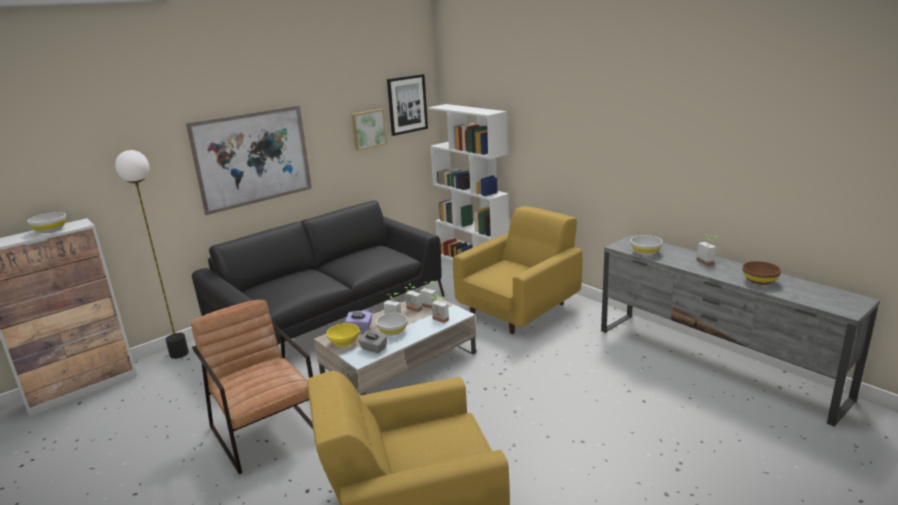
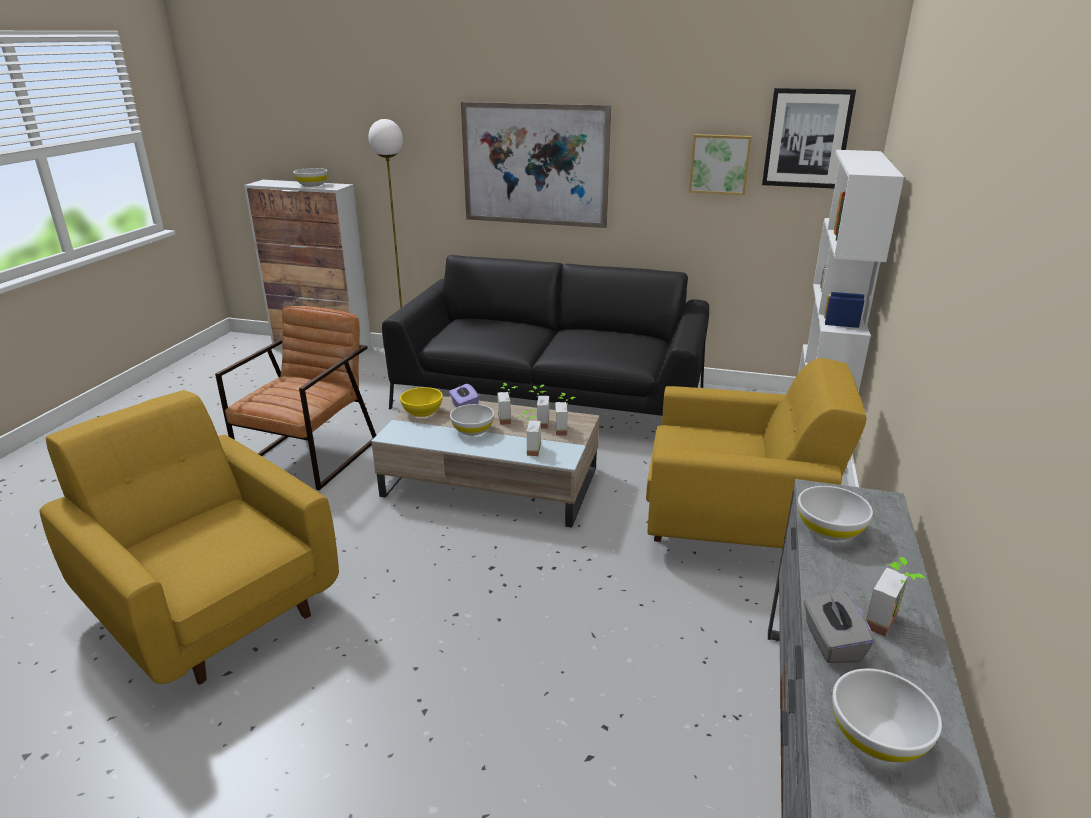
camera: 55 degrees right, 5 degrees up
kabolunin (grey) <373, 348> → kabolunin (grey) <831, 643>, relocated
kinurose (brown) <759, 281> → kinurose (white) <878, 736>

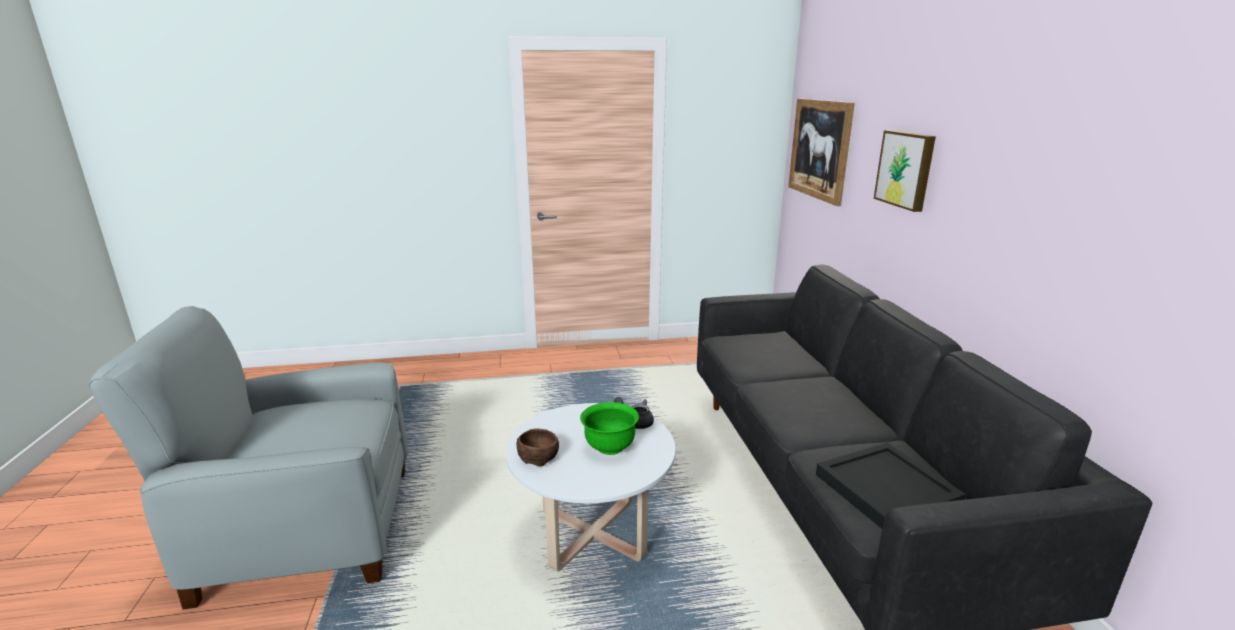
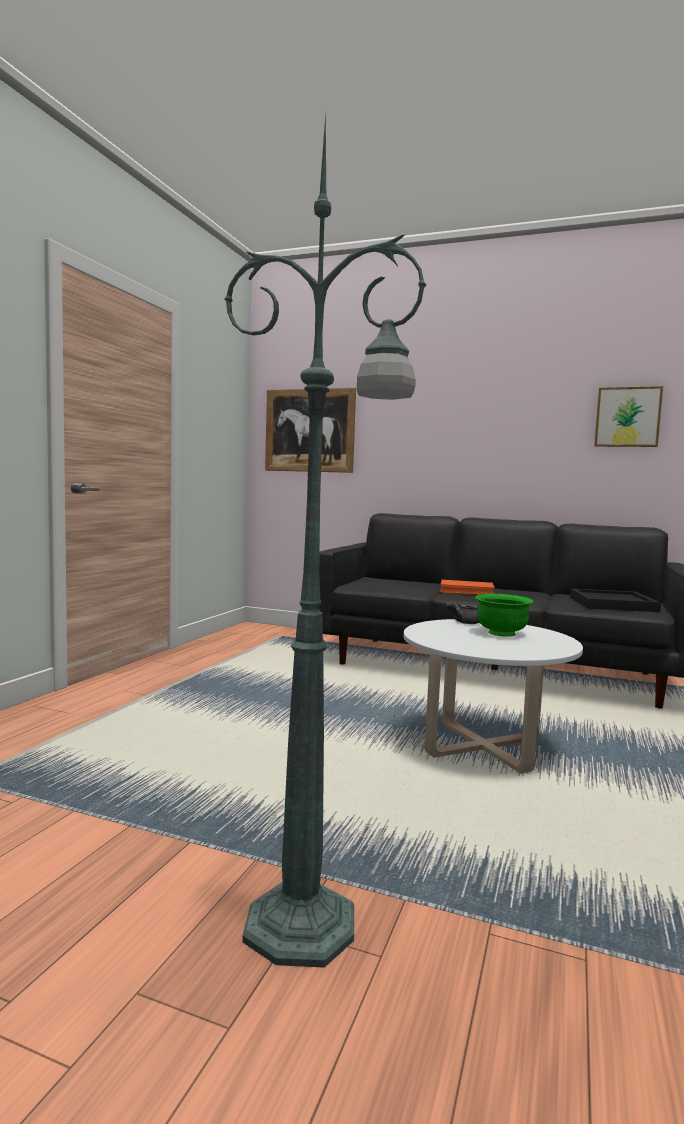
camera: 60 degrees left, 15 degrees down
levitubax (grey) <305, 530> → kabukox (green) <306, 927>
- → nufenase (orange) <467, 591>
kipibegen <906, 169> → kipibegen <627, 417>, relocated
kinurose (brown) <538, 457> → -

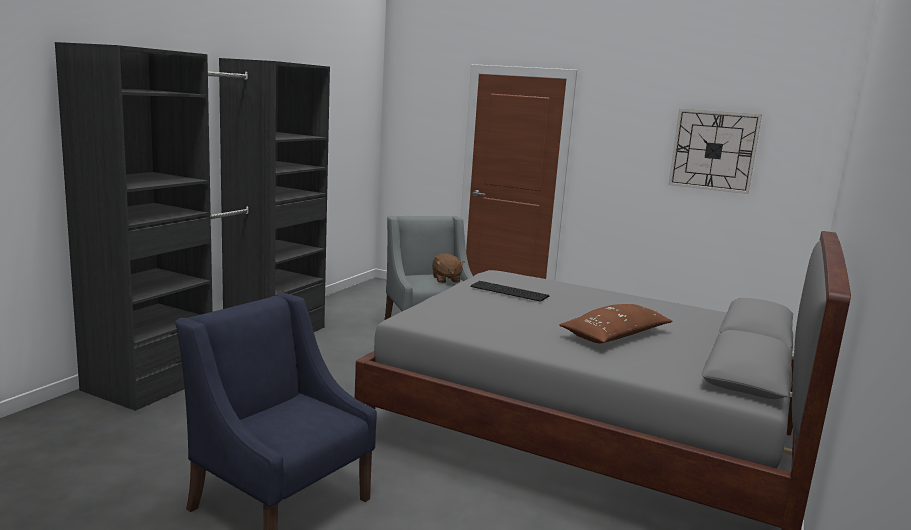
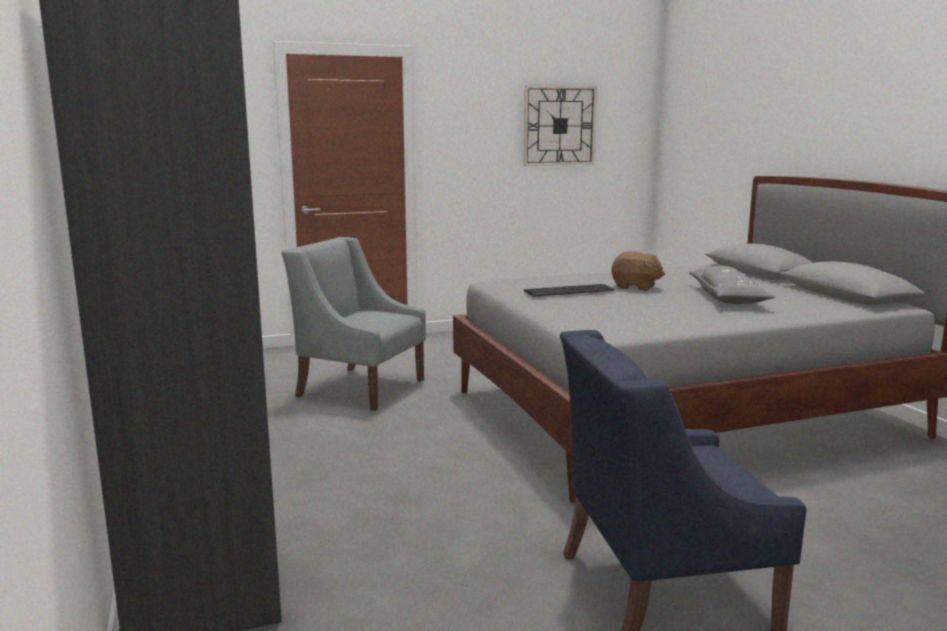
camera: 45 degrees left, 0 degrees up
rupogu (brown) <446, 279> → rupogu (brown) <635, 287>, relocated
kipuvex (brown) <615, 336> → kipuvex (grey) <728, 297>

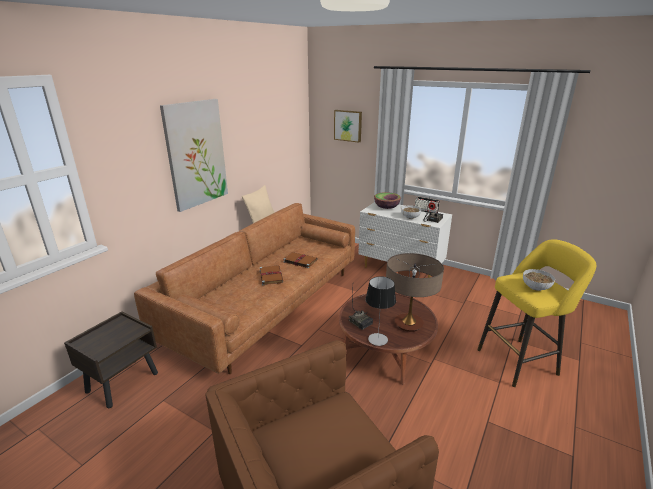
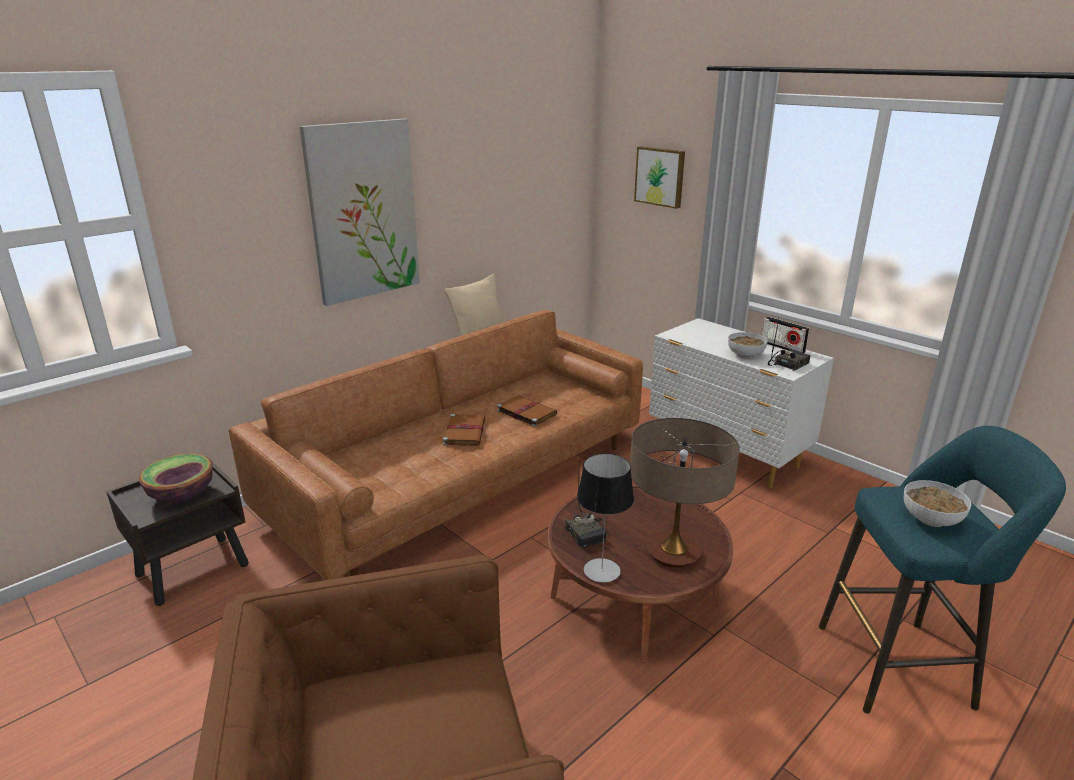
camera: 15 degrees right, 0 degrees up
kinurose <386, 207> → kinurose <182, 495>, relocated
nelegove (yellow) <520, 361> → nelegove (turquoise) <902, 665>

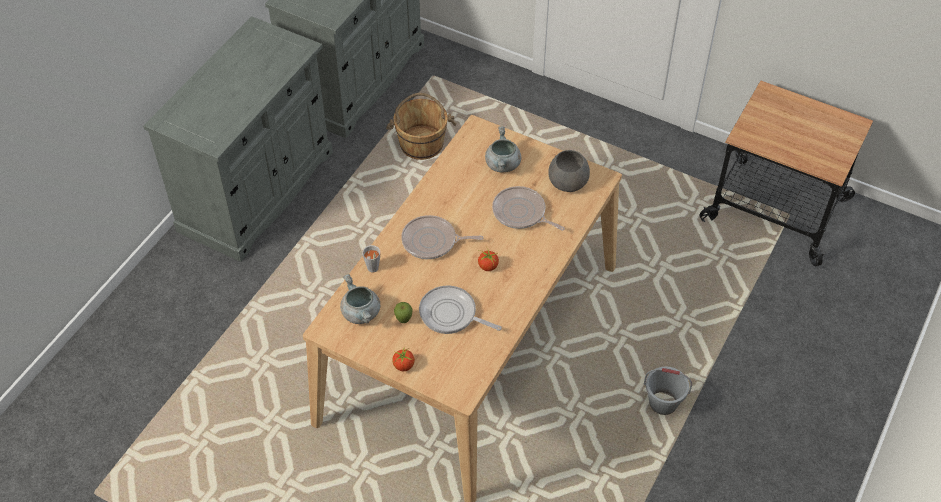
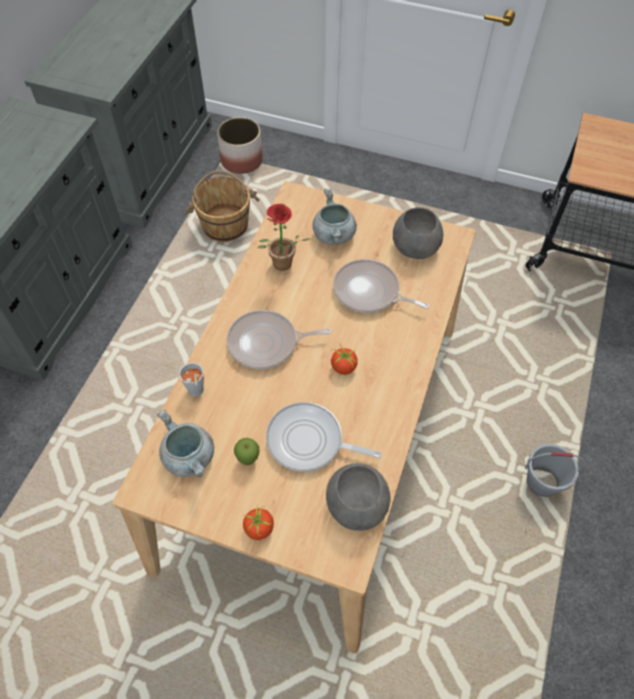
camera: 10 degrees left, 5 degrees up
- → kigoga <241, 161>
- → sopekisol <281, 267>
- → kinurose (grey) <357, 506>

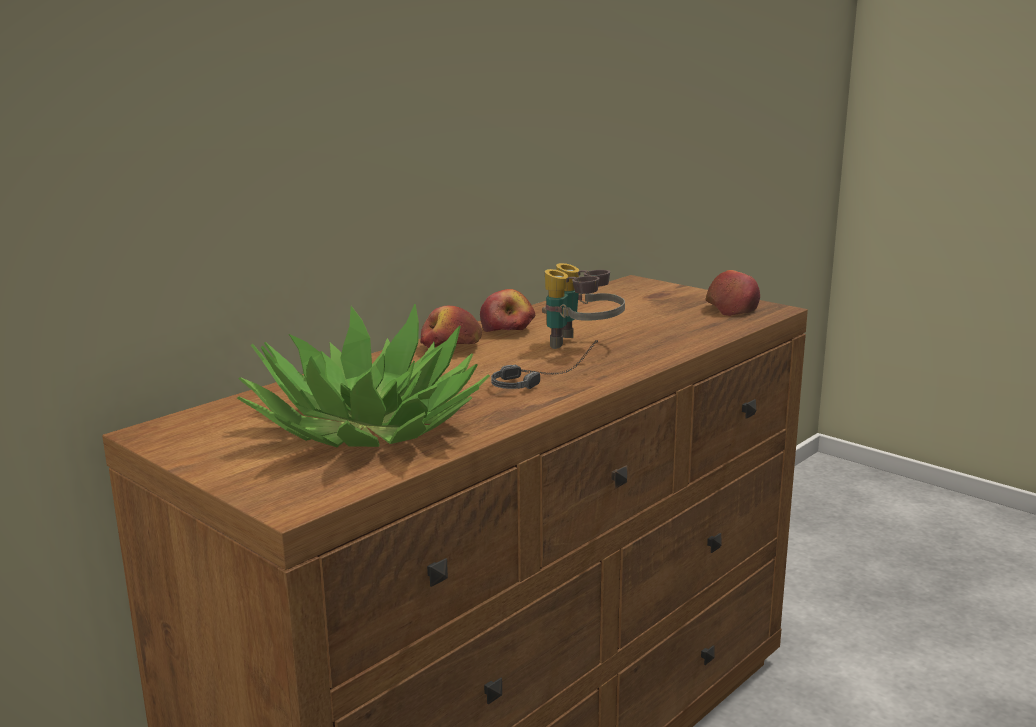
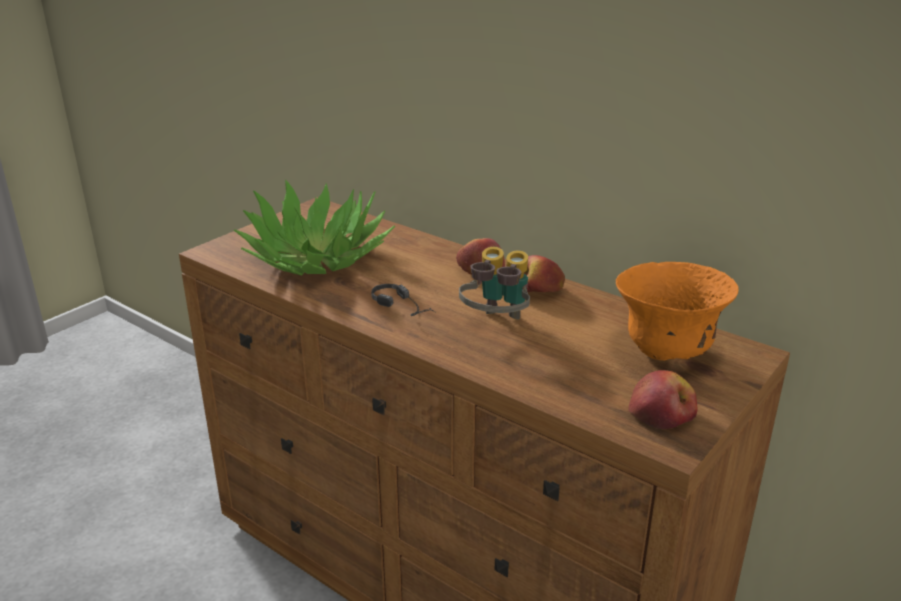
camera: 85 degrees right, 10 degrees up
- → kinurose (orange) <666, 351>

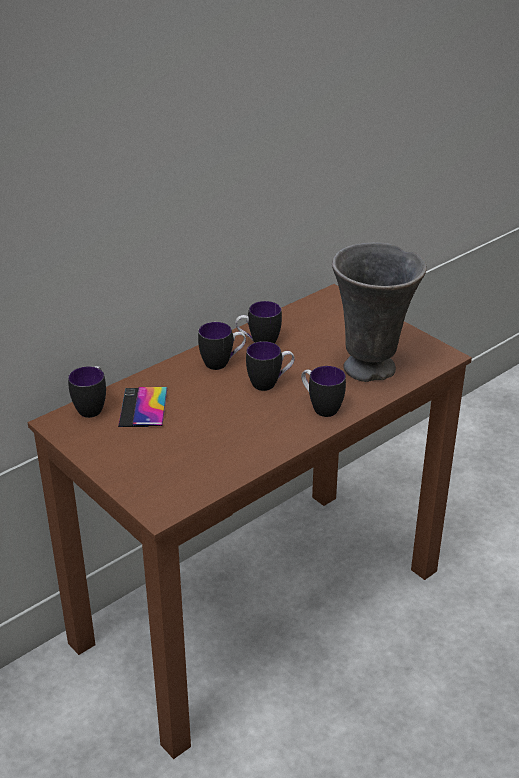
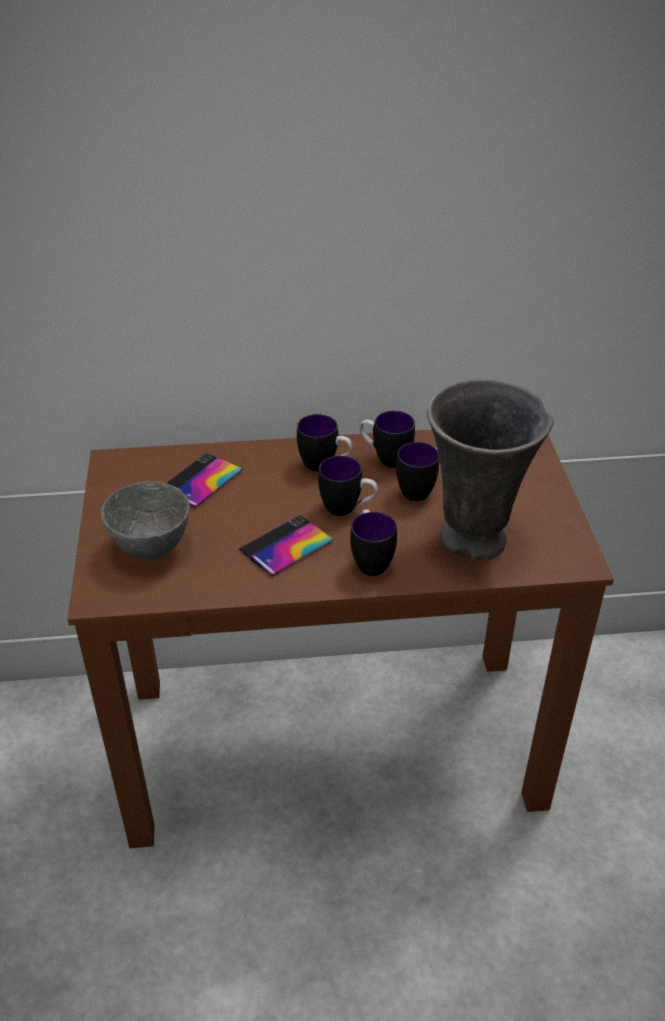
camera: 35 degrees right, 5 degrees up
- → kinurose (grey) <150, 548>
- → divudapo <286, 545>
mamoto <92, 407> → mamoto <421, 490>, relocated

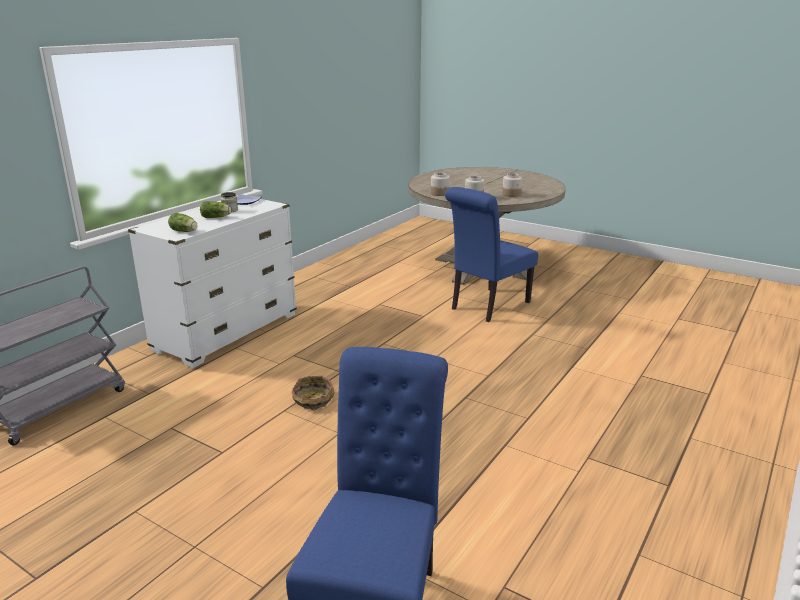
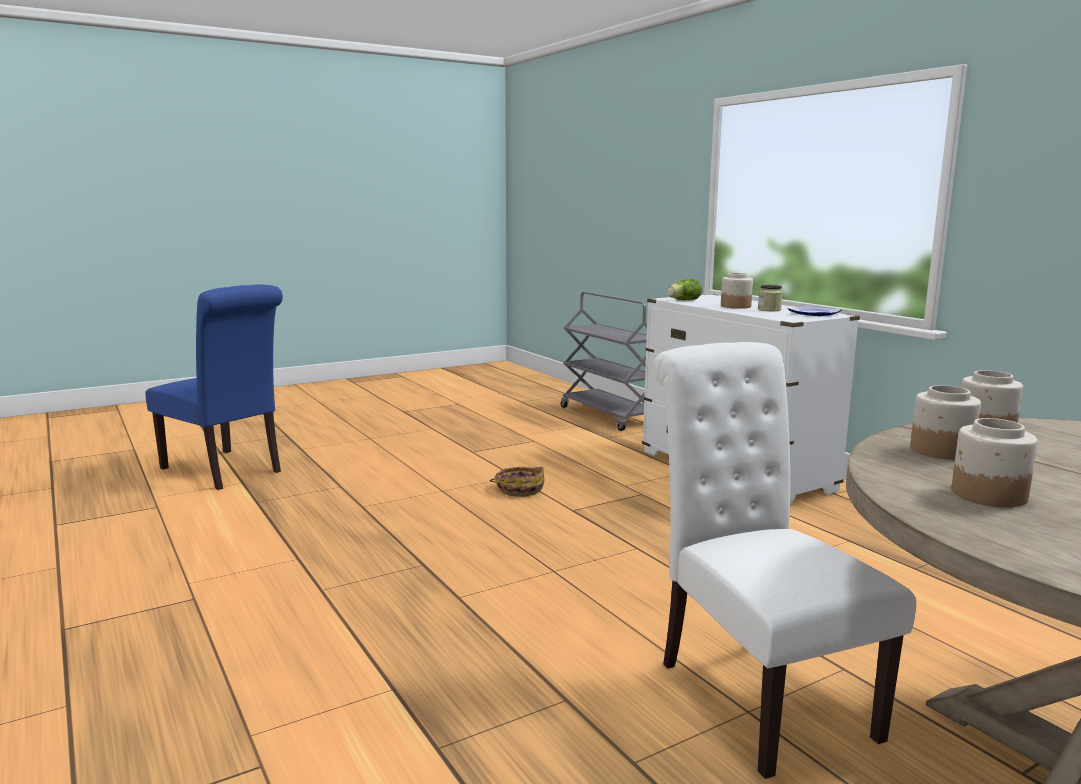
camera: 115 degrees right, 10 degrees down
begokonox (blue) <487, 306> → begokonox (white) <754, 692>
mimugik <216, 217> → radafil <736, 306>

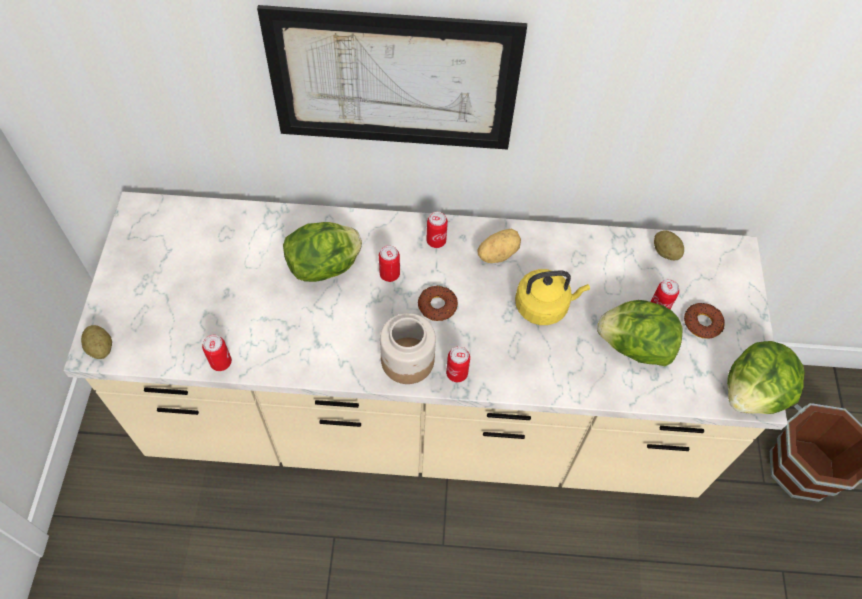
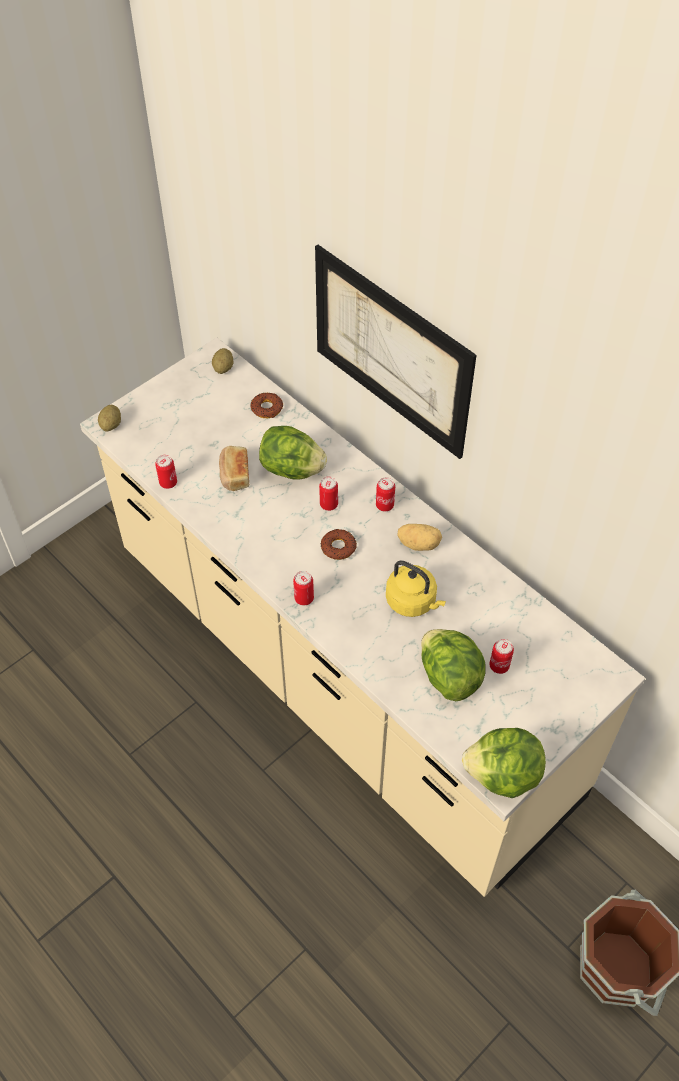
camera: 45 degrees right, 5 degrees down
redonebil <665, 252> → redonebil <223, 368>, relocated
- → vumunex <234, 475>
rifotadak <702, 323> → rifotadak <267, 408>, relocated
radafil <407, 361> → -

